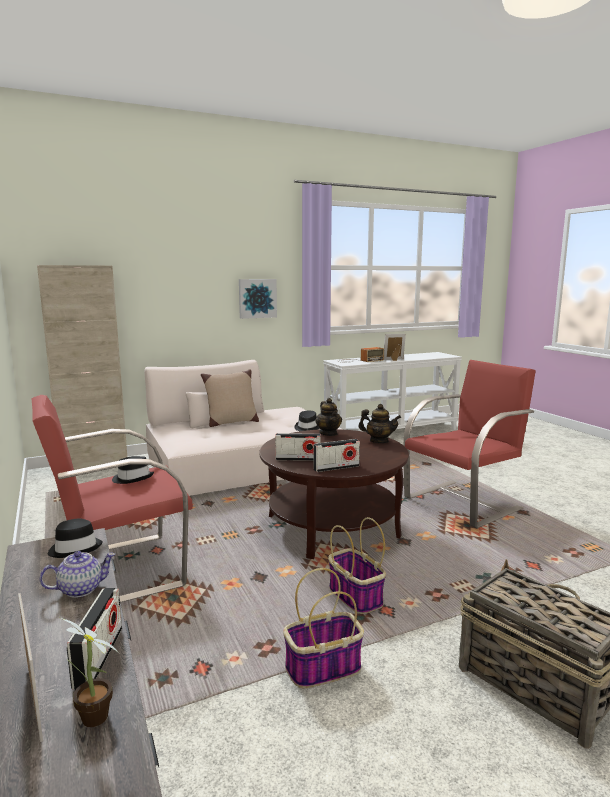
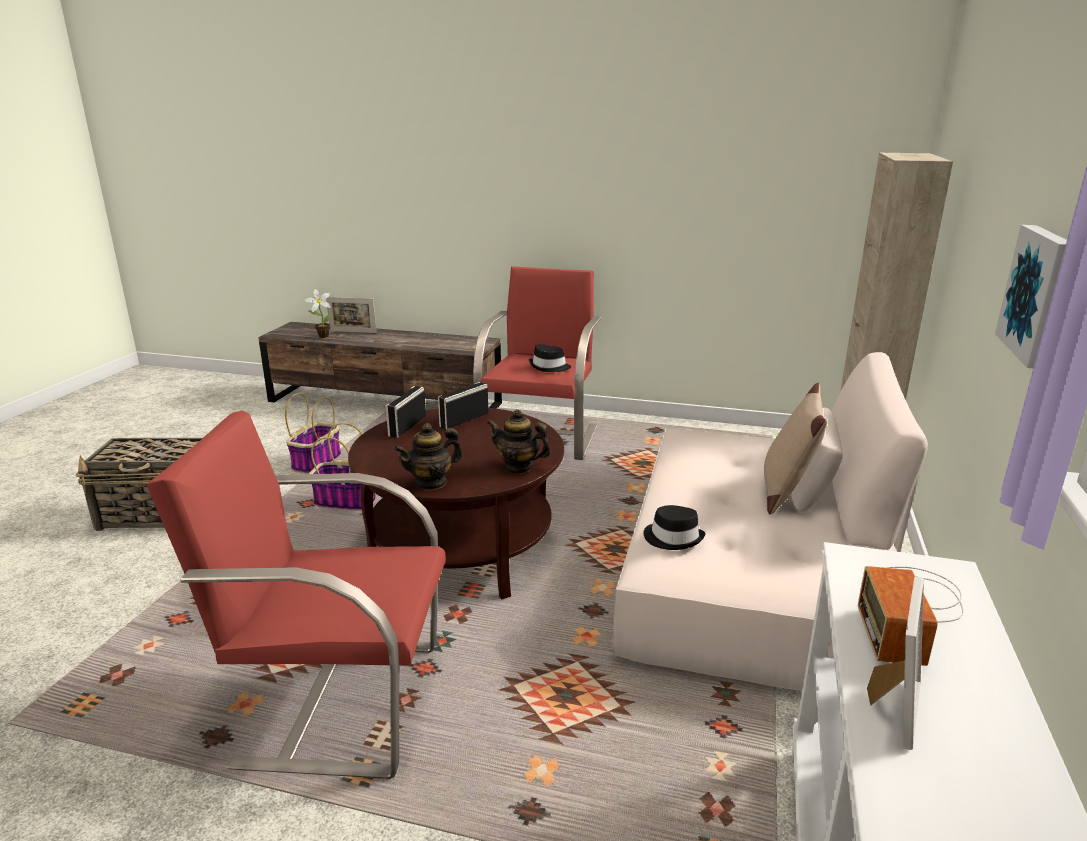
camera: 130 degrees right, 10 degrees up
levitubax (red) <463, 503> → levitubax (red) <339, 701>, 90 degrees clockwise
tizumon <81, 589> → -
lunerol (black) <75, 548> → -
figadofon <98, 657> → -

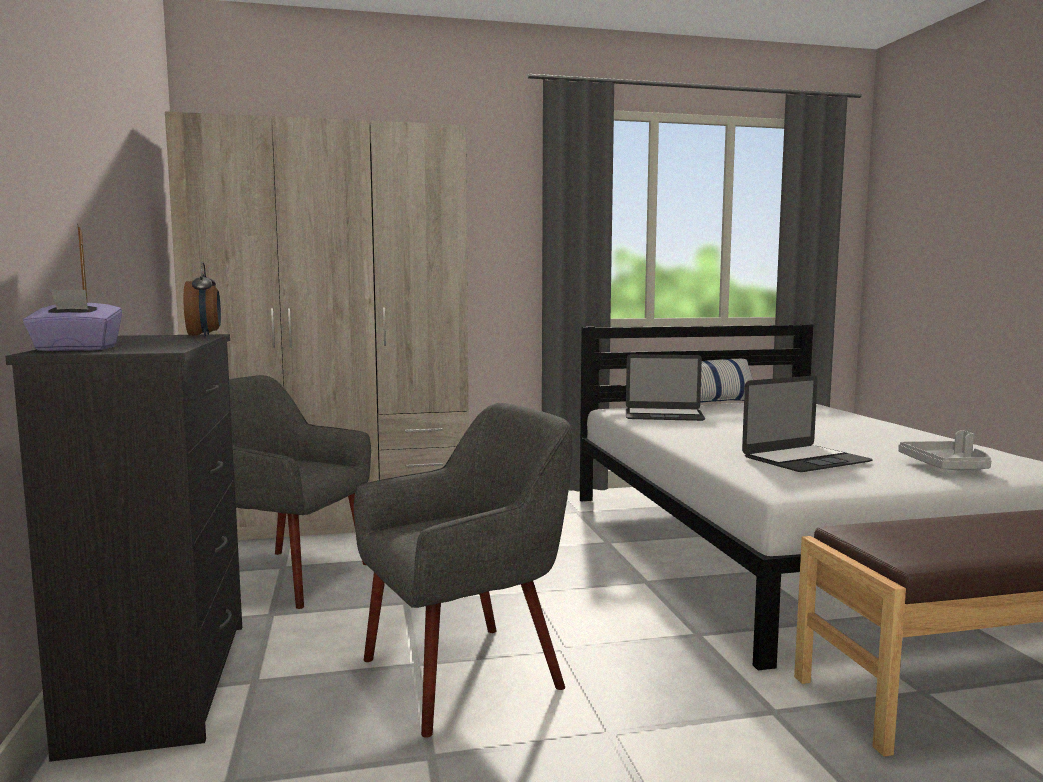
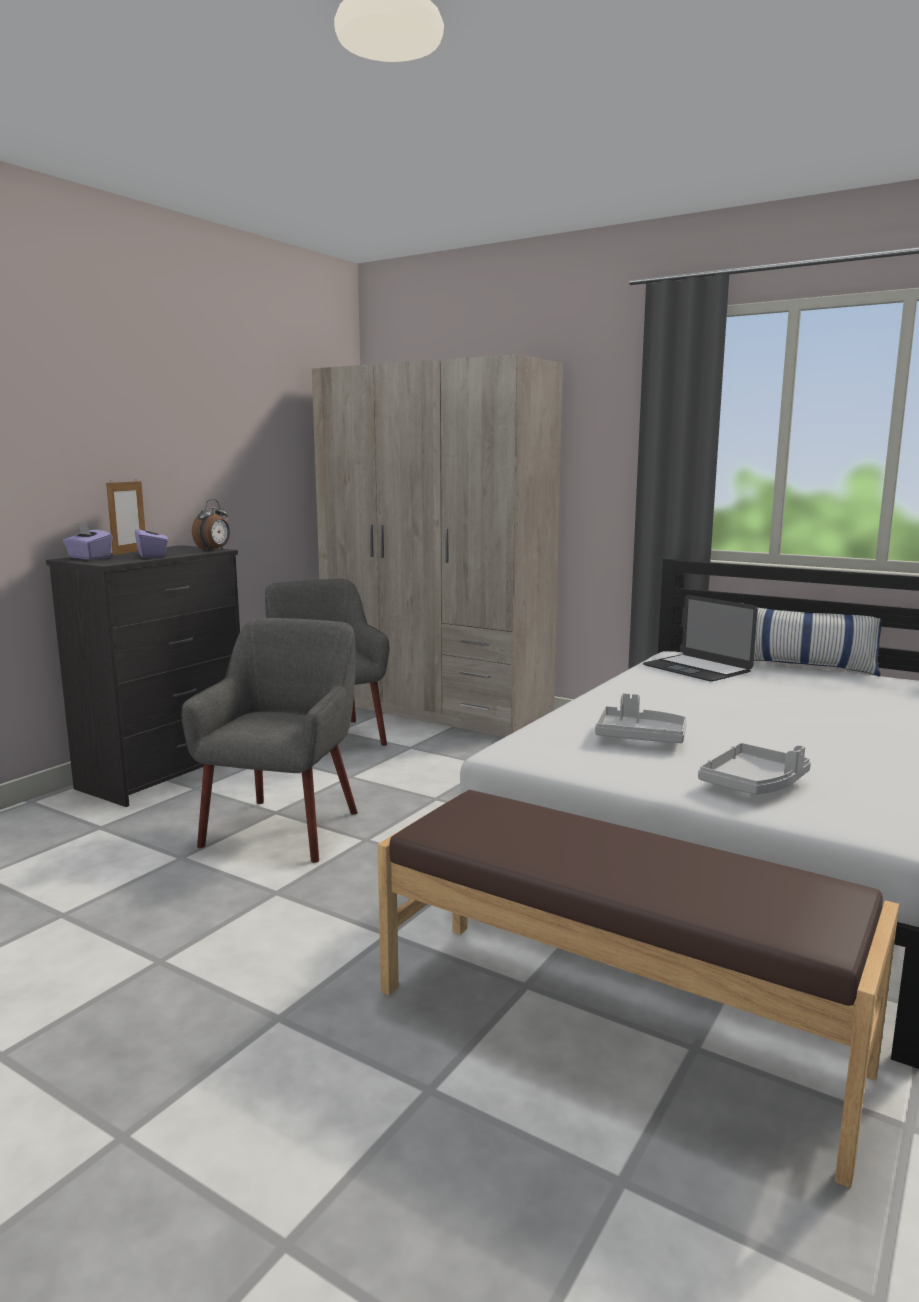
camera: 45 degrees right, 5 degrees up
- → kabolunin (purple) <153, 555>
levitubax (grey) <465, 674> → levitubax (grey) <284, 828>, 90 degrees counterclockwise
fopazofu <805, 459> → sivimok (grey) <640, 737>

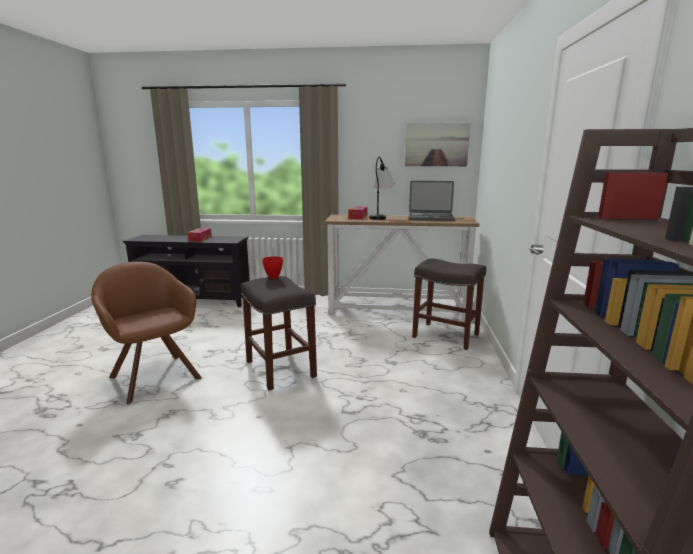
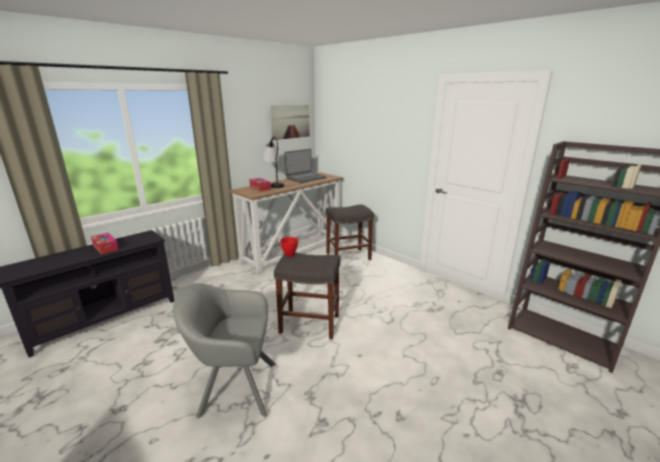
camera: 50 degrees left, 5 degrees up
levitubax (brown) <154, 375> → levitubax (grey) <233, 387>

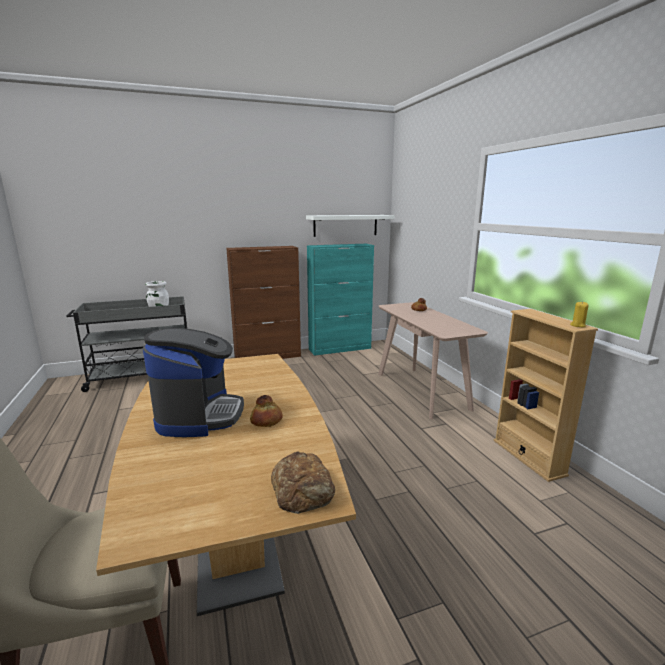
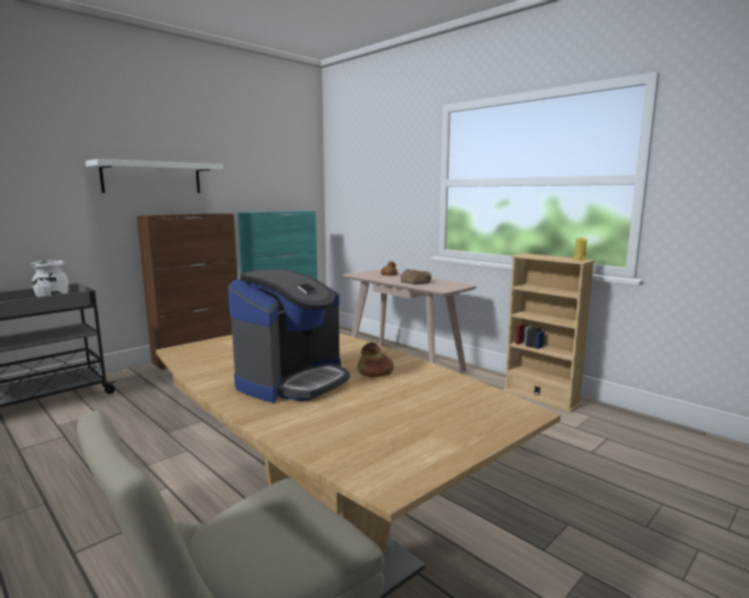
camera: 25 degrees left, 5 degrees down
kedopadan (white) <345, 225> → kedopadan (white) <152, 178>, relocated
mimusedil <199, 415> → mimusedil <292, 381>, 60 degrees clockwise
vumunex <303, 489> → vumunex <415, 282>, relocated

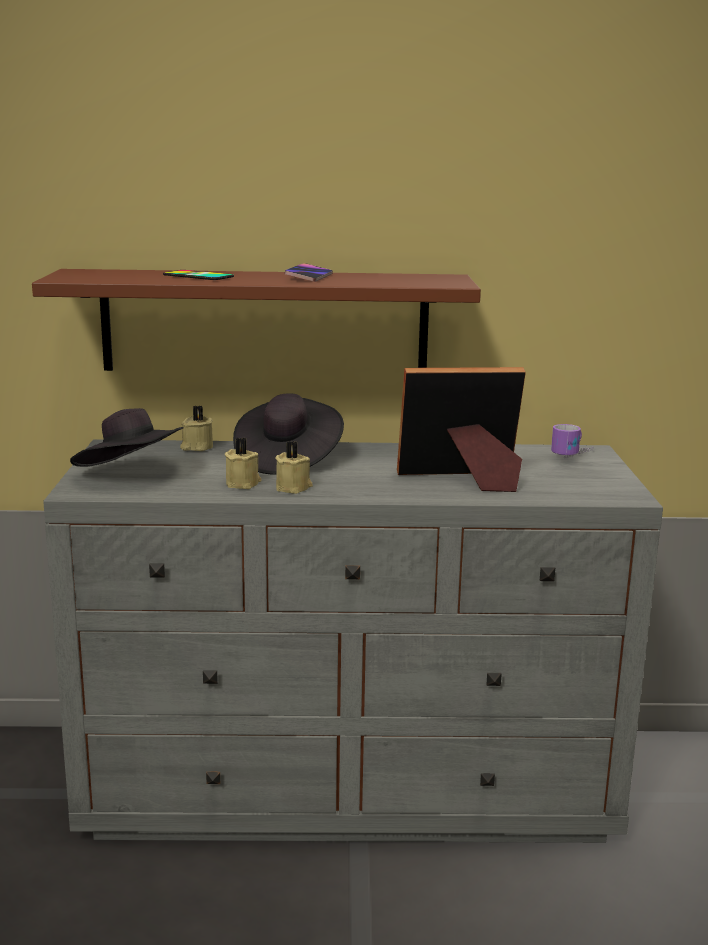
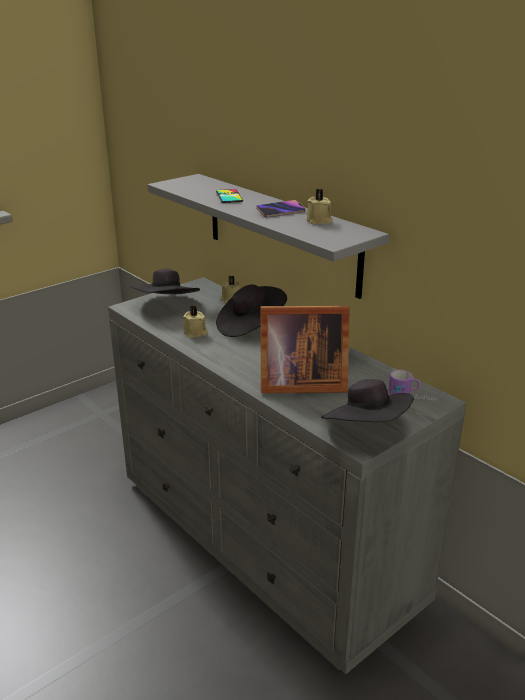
camera: 50 degrees right, 10 degrees up
kedopadan (brown) <265, 322> → kedopadan (grey) <281, 233>
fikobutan <463, 480> → fikobutan <298, 383>, 135 degrees clockwise
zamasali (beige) <294, 487> → zamasali (beige) <319, 221>, relocated
- → lunerol (black) <366, 428>

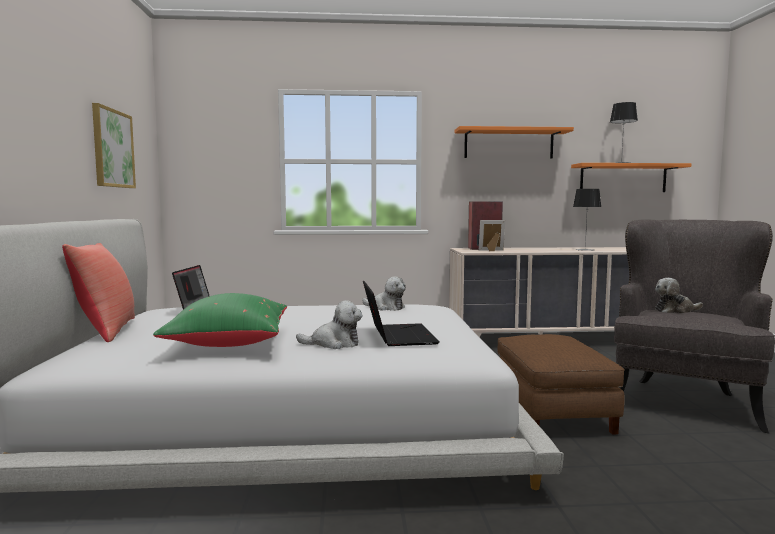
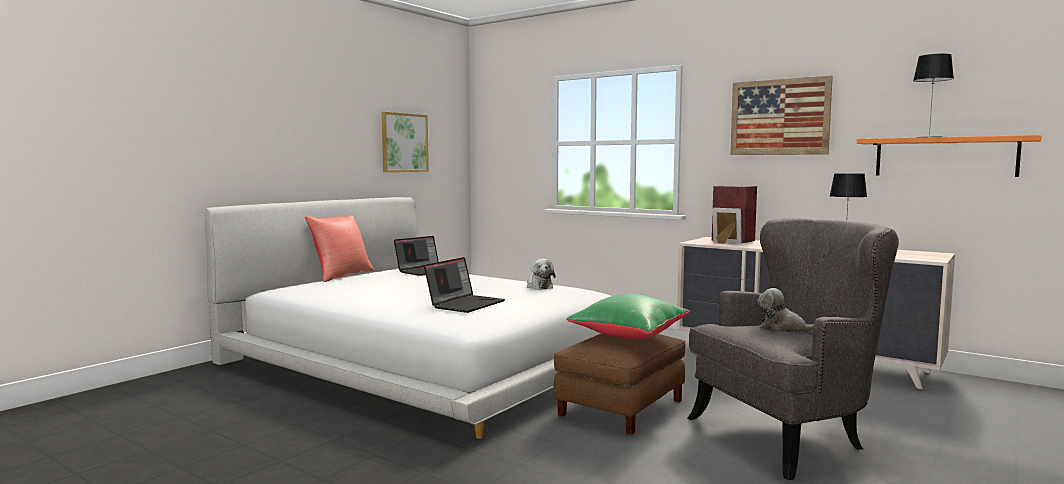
camera: 40 degrees right, 0 degrees up
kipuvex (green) <228, 344> → kipuvex (green) <628, 336>, relocated
kedopadan (orange) <508, 144> → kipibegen <779, 117>
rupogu <334, 344> → -

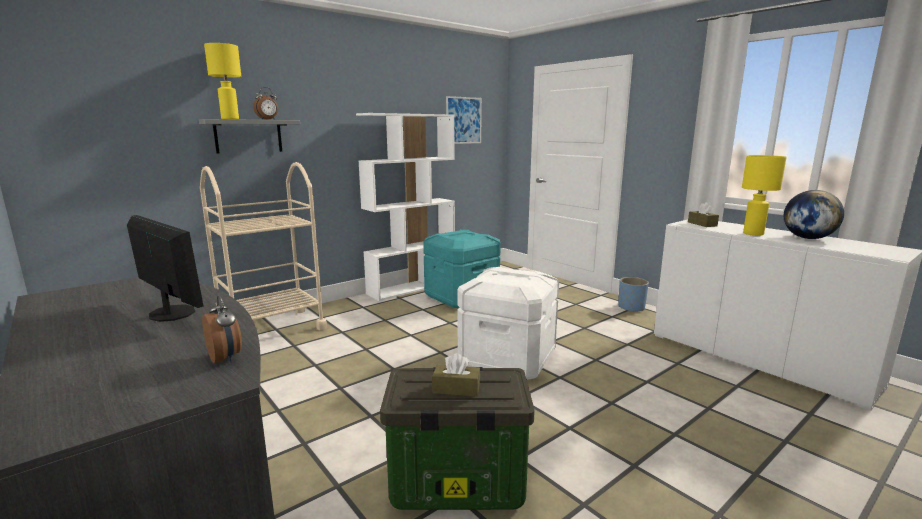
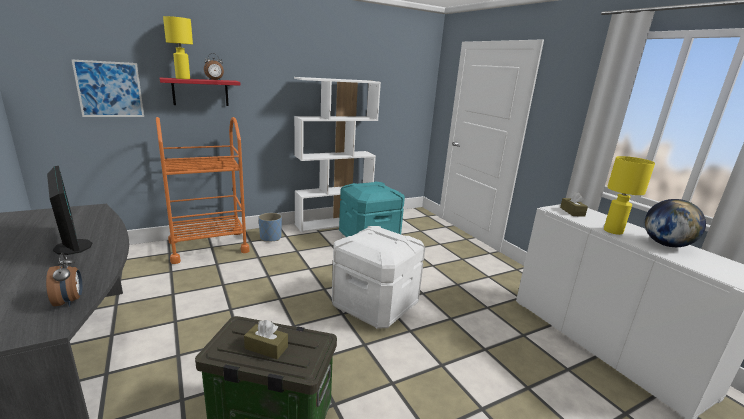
camera: 10 degrees right, 5 degrees up
kipibegen <463, 120> → kipibegen <110, 89>, relocated
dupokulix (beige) <272, 329> → dupokulix (orange) <208, 246>
kedopadan (grey) <248, 136> → kedopadan (red) <200, 92>
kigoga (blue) <631, 308> → kigoga (blue) <270, 238>, relocated

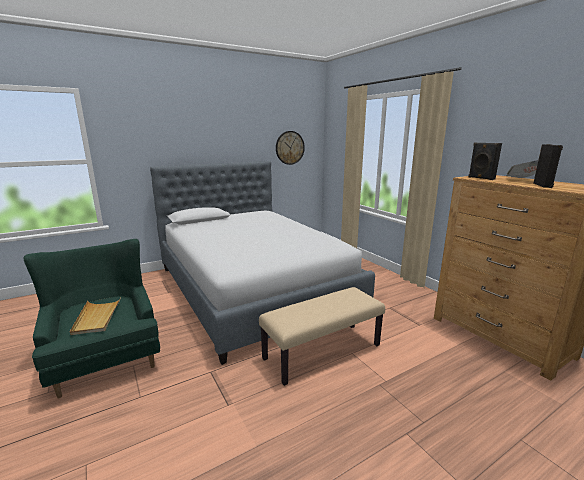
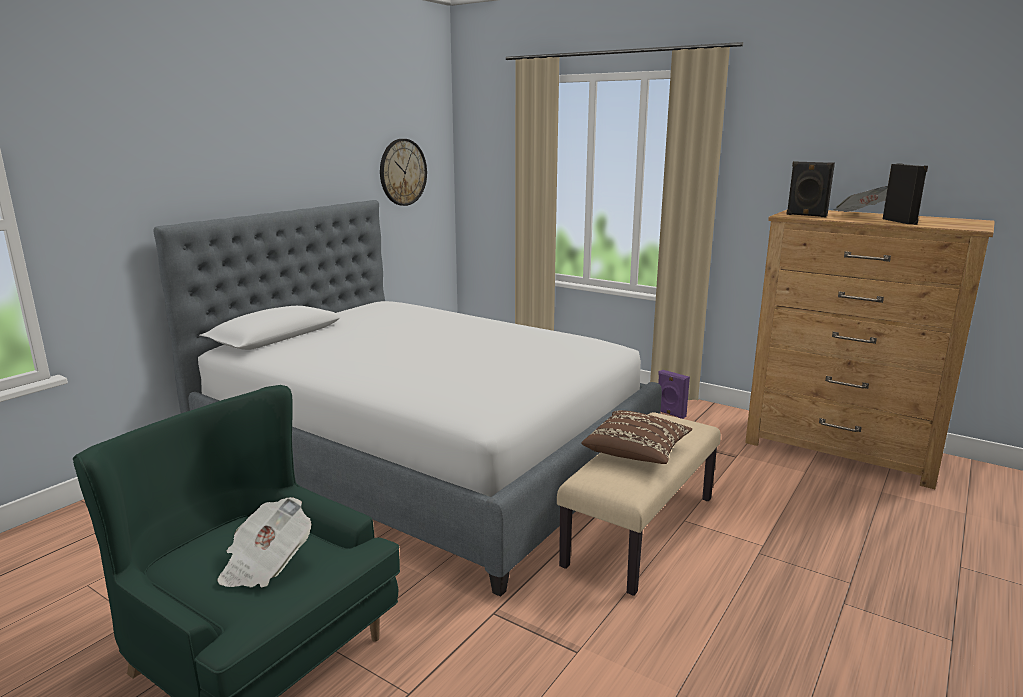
camera: 25 degrees left, 0 degrees up
sivimok (beige) <97, 317> → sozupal <266, 564>
- → kipuvex (brown) <636, 452>
- → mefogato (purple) <670, 414>

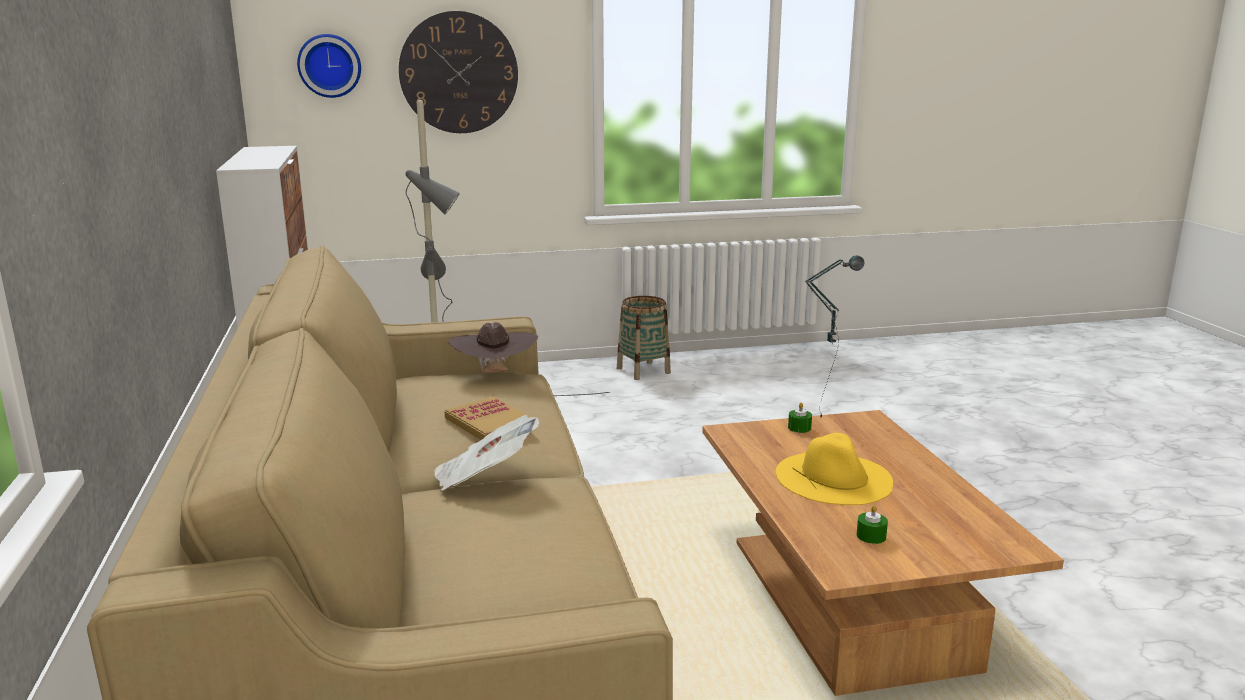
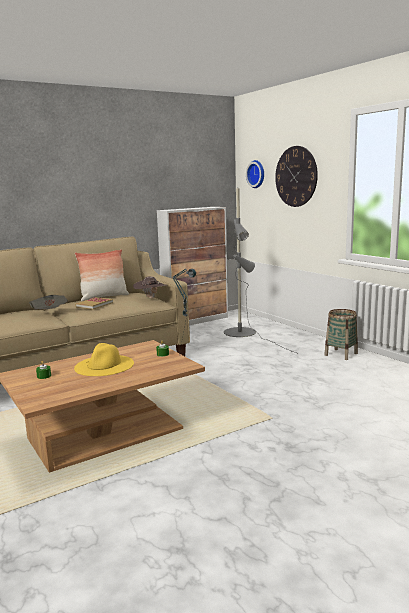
camera: 70 degrees right, 5 degrees down
- → kipuvex <104, 297>

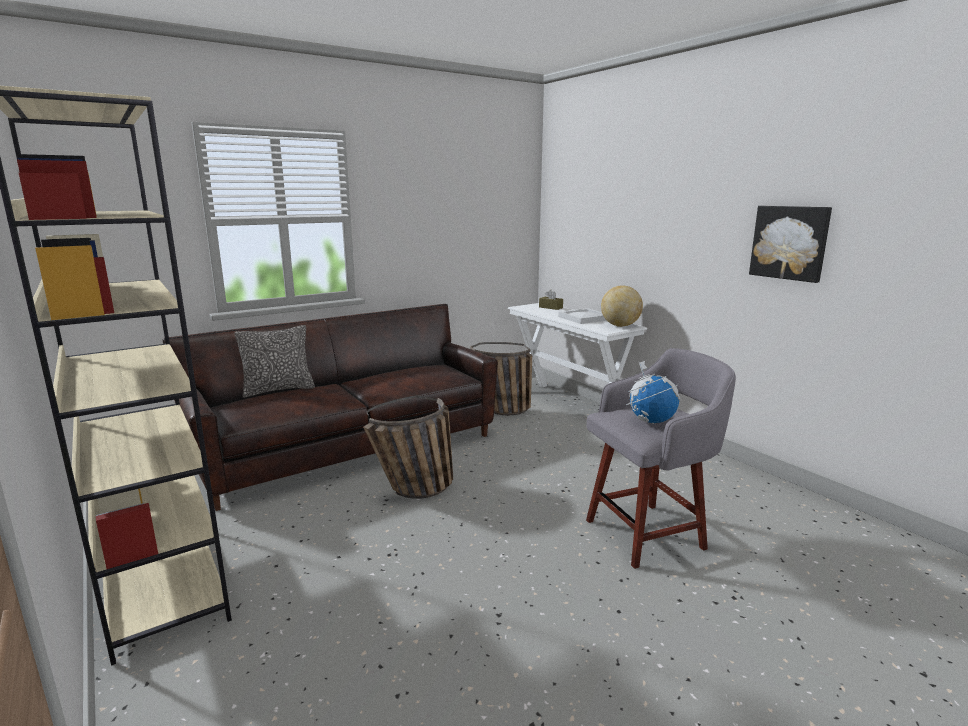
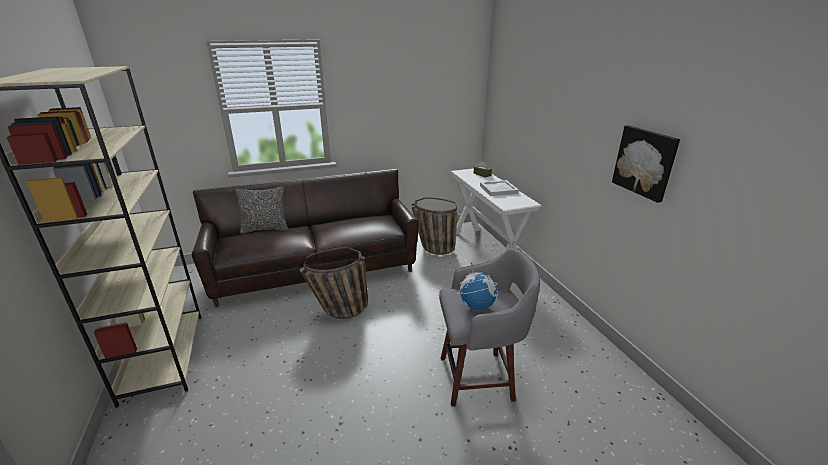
camera: 15 degrees right, 10 degrees up
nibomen <620, 325> → -

